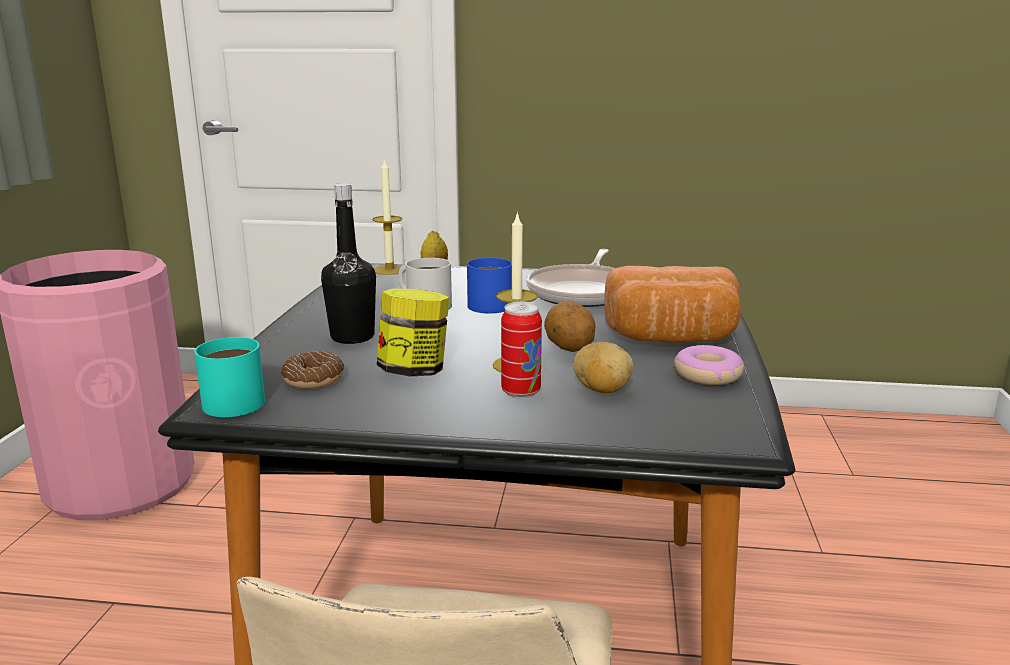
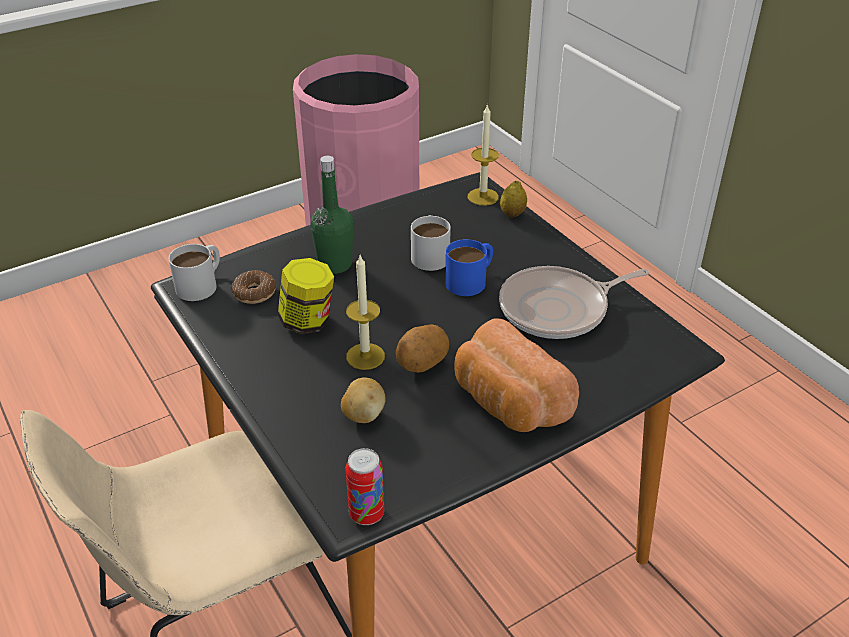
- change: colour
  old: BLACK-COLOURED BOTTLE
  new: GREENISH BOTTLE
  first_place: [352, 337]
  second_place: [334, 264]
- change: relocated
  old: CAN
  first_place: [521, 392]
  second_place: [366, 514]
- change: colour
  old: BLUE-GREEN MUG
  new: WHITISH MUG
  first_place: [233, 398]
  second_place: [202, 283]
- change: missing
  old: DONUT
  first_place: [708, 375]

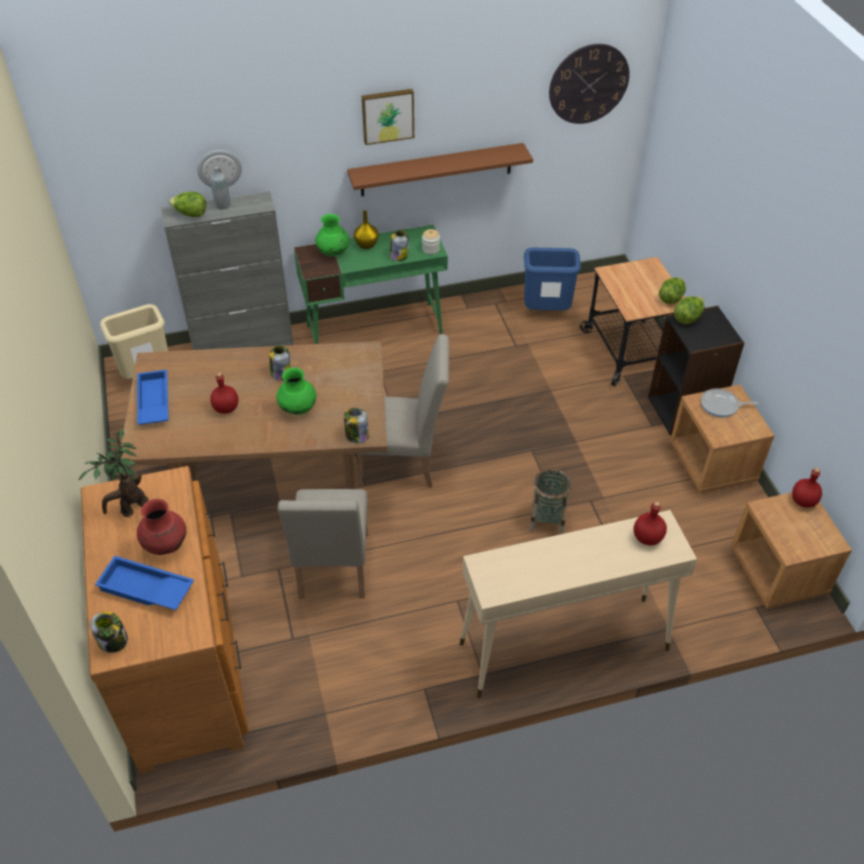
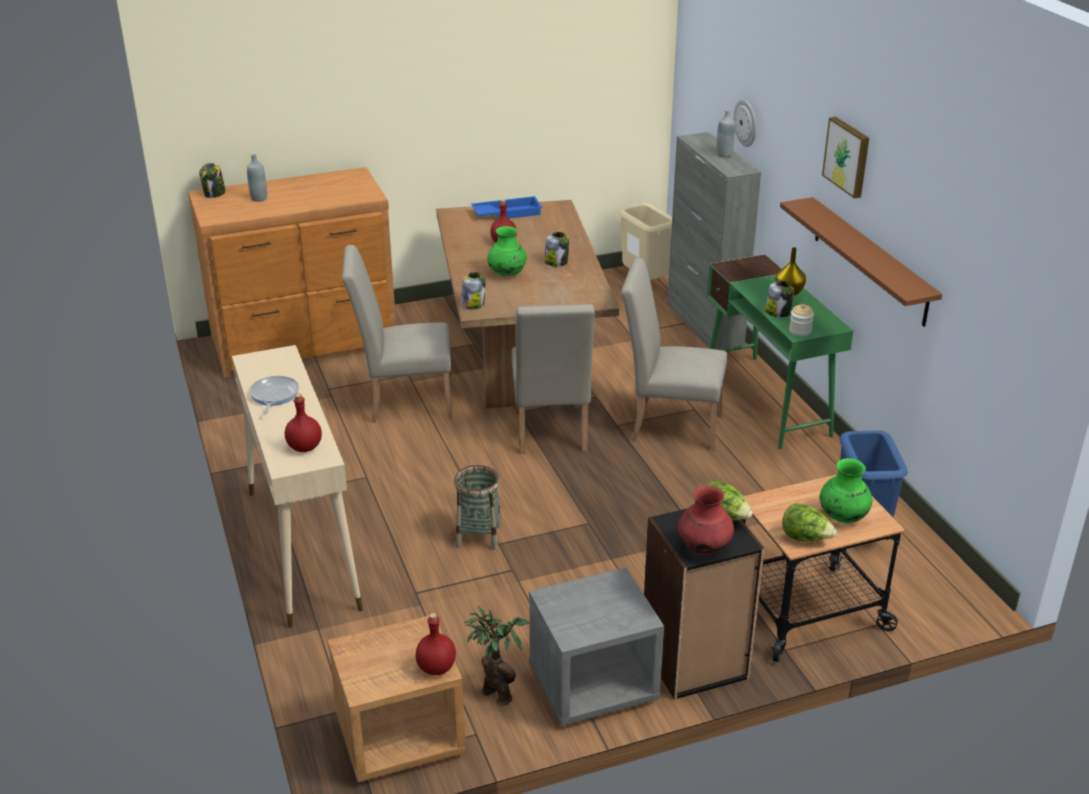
- change: missing
  old: HANGING CLOCK
  first_place: [588, 84]
- change: missing
  old: LETTUCE HEAD
  first_place: [190, 214]
- change: relocated
  old: GREENISH VASE
  first_place: [333, 253]
  second_place: [842, 517]
- change: colour
  old: BROWN-COLOURED NIGHTSTAND
  new: GREYISH NIGHTSTAND
  first_place: [712, 464]
  second_place: [592, 686]
- change: relocated
  old: FRYING PAN
  first_place: [721, 405]
  second_place: [273, 396]
- change: relocated
  old: PLANT IN A POT
  first_place: [130, 508]
  second_place: [495, 692]
- change: relocated
  old: RED VASE
  first_place: [165, 545]
  second_place: [703, 548]
- change: exchanged
  old: BLUISH TRAY
  new: GREYISH BOTTLE
  first_place: [145, 590]
  second_place: [259, 198]
- change: appeared
  new: BEIGE PLAIN CHAIR
  second_place: [669, 425]

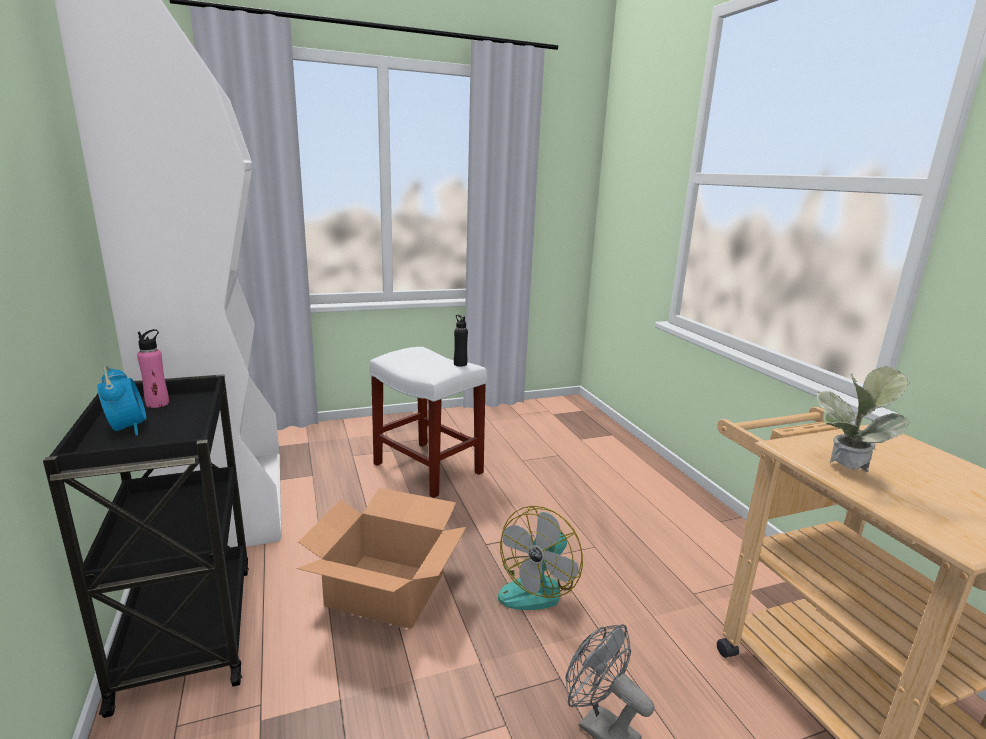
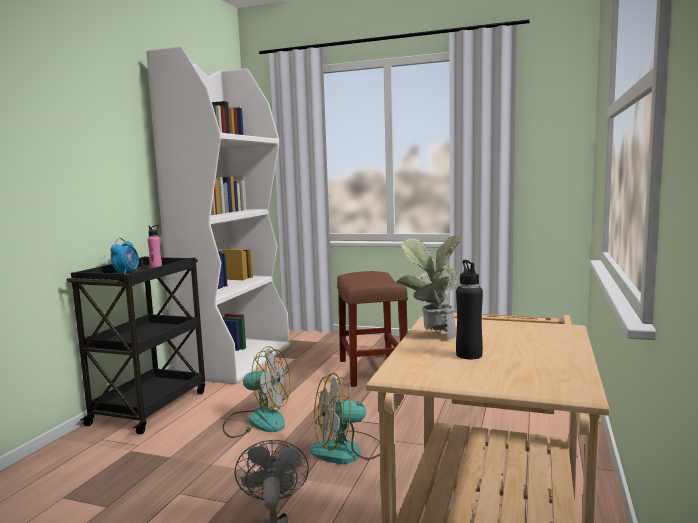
- change: relocated
  old: BLACK-COLOURED BOTTLE
  first_place: [460, 364]
  second_place: [469, 355]
- change: colour
  old: WHITISH SITTING STOOL
  new: BROWN-COLOURED SITTING STOOL
  first_place: [426, 468]
  second_place: [371, 370]
- change: exchanged
  old: CARTON
  new: FAN
  first_place: [386, 588]
  second_place: [257, 421]

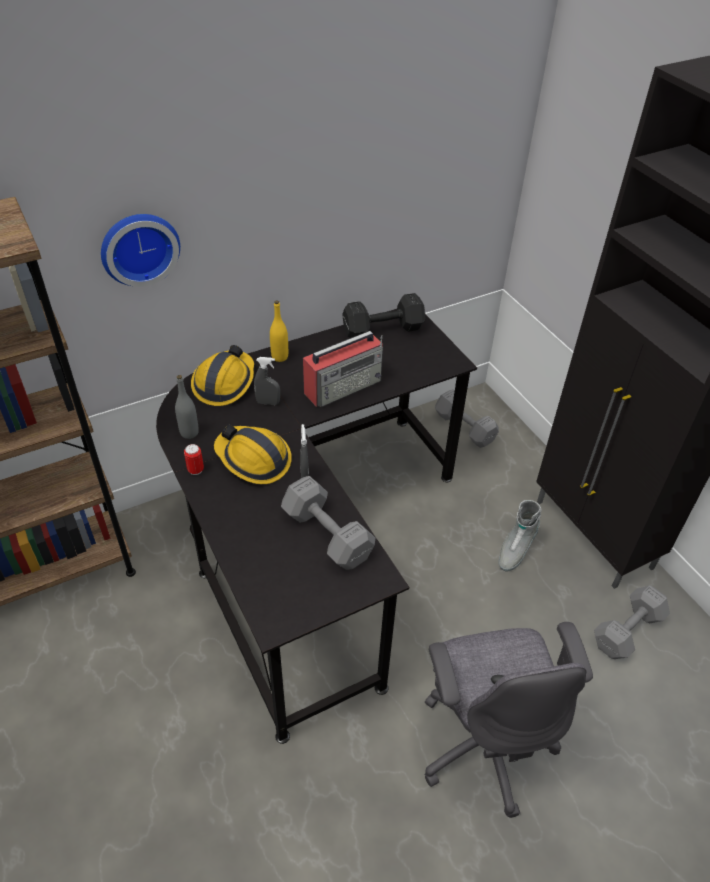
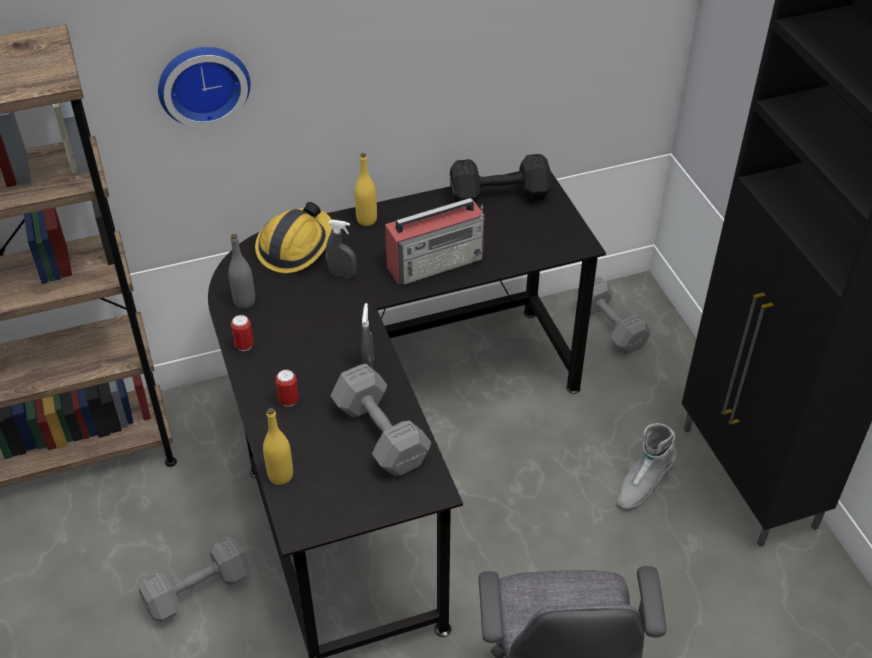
- change: missing
  old: HARD HAT
  first_place: [253, 459]
- change: relocated
  old: GREYISH DUMBBELL
  first_place: [629, 630]
  second_place: [200, 590]
- change: appeared
  new: CAN
  second_place: [289, 400]
- change: appeared
  new: YELLOW BOTTLE
  second_place: [280, 475]

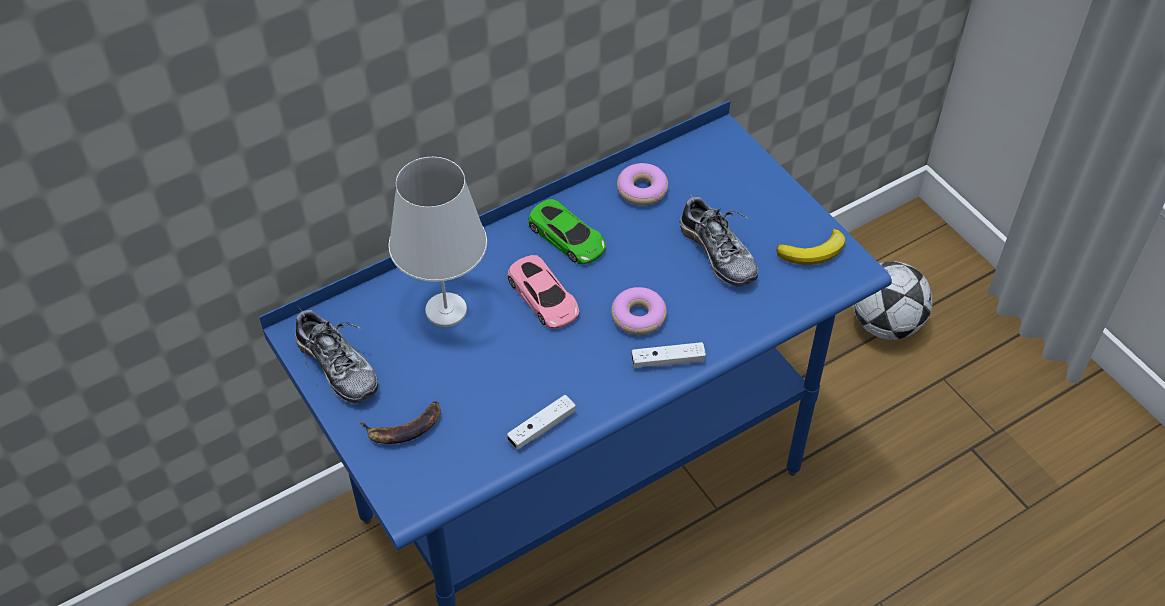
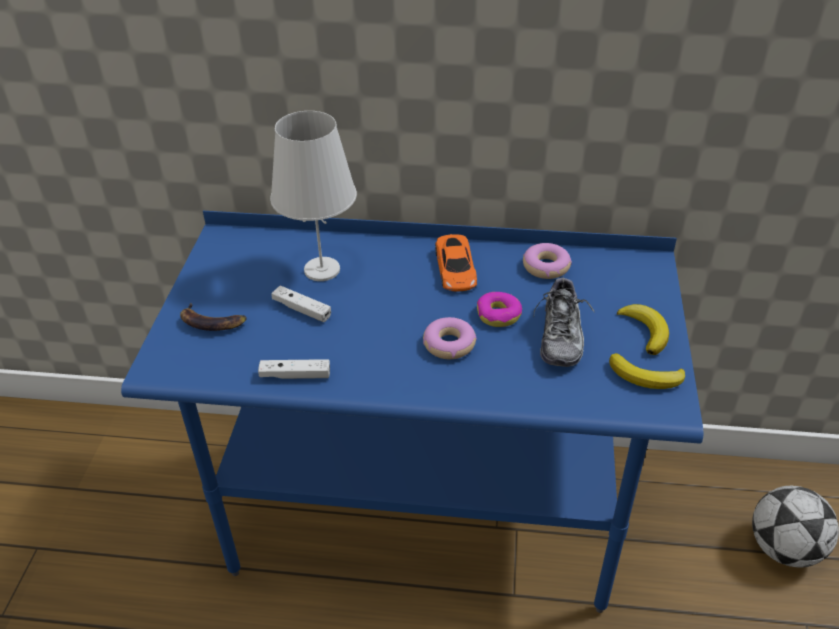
- change: colour
  old: GREENISH MODEL CAR
  new: ORANGE MODEL CAR
  first_place: [567, 237]
  second_place: [455, 269]
- change: missing
  old: PINKISH MODEL CAR
  first_place: [543, 297]
- change: missing
  old: LOW SHOE
  first_place: [337, 367]
- change: relocated
  old: WHITISH GAMEPAD
  first_place: [668, 361]
  second_place: [302, 309]
- change: appeared
  new: DONUT
  second_place: [498, 315]
- change: appeared
  new: WHOLE BANANA
  second_place: [645, 331]

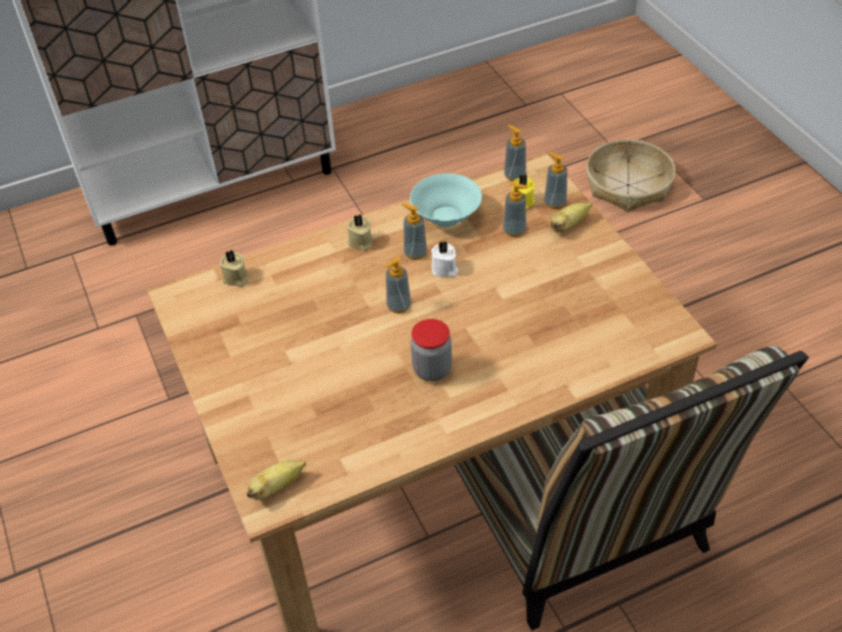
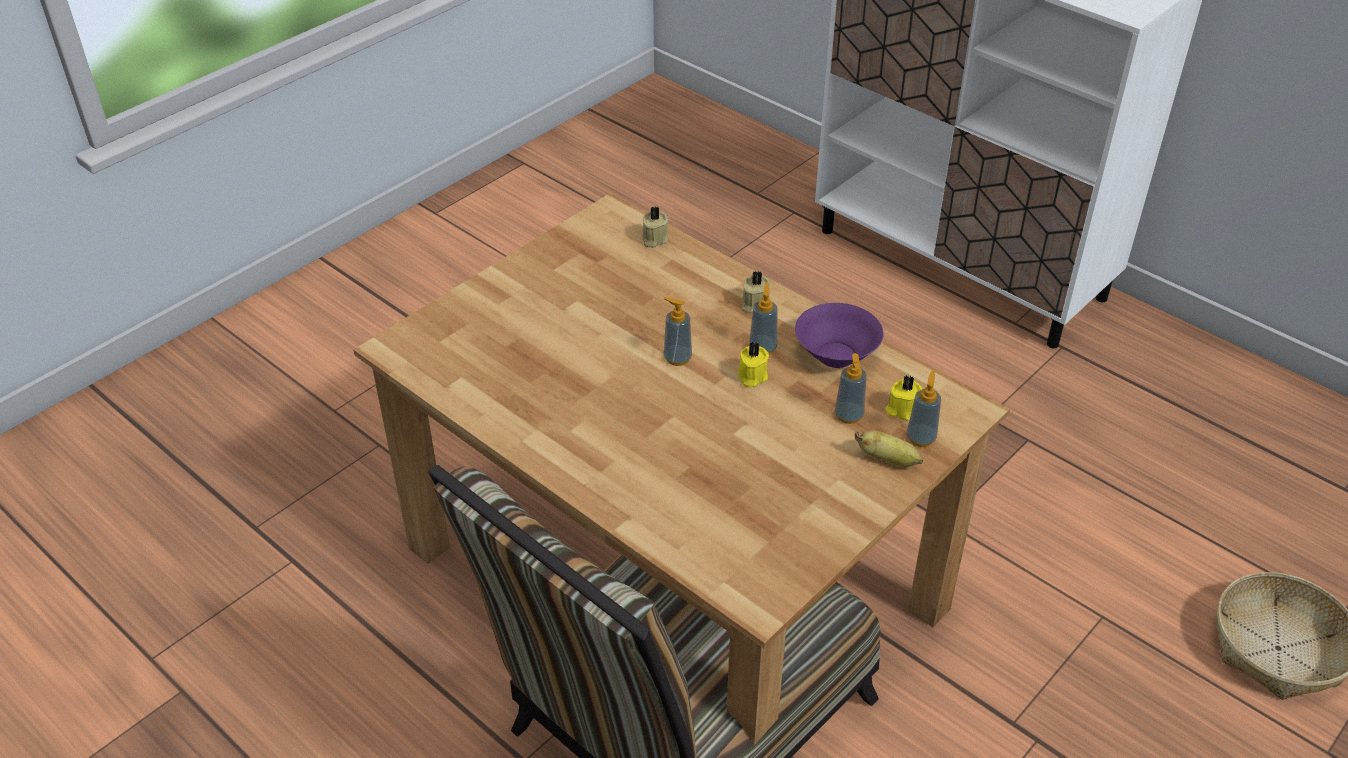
- change: missing
  old: SOAP DISPENSER
  first_place: [514, 176]
- change: colour
  old: BLUE-GREEN DEEP DISH
  new: PURPLISH DEEP DISH
  first_place: [445, 216]
  second_place: [835, 354]
- change: colour
  old: WHITISH WAX CANDLE
  new: YELLOW WAX CANDLE
  first_place: [444, 269]
  second_place: [751, 376]
- change: missing
  old: JAR
  first_place: [432, 369]
- change: missing
  old: WHOLE BANANA
  first_place: [277, 486]

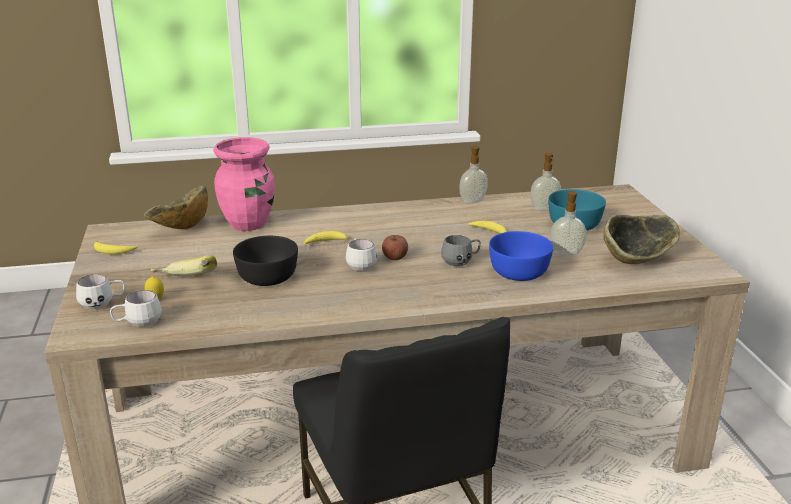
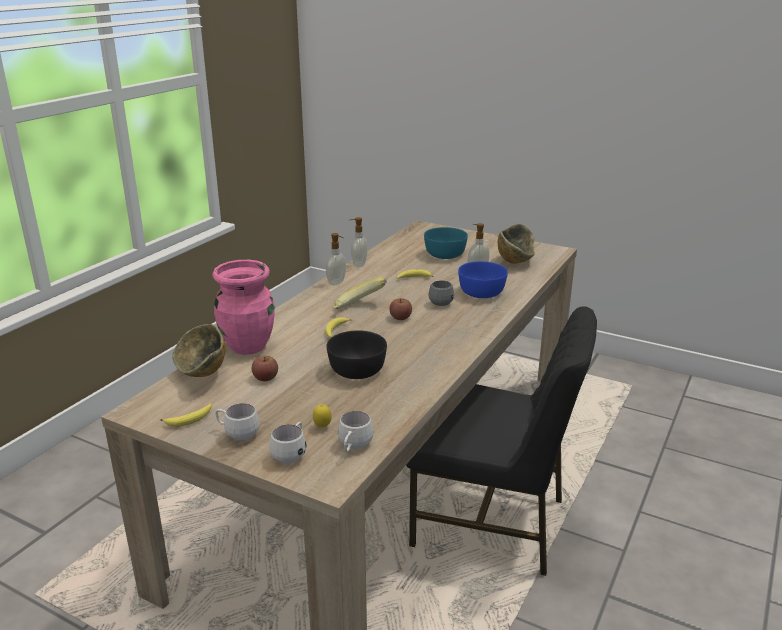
- change: relocated
  old: SOAP DISPENSER
  first_place: [544, 209]
  second_place: [337, 282]
- change: relocated
  old: WHITISH MUG
  first_place: [360, 265]
  second_place: [237, 434]
- change: relocated
  old: WHOLE BANANA
  first_place: [185, 284]
  second_place: [358, 308]
- change: appeared
  new: APPLE FRUIT
  second_place: [265, 378]

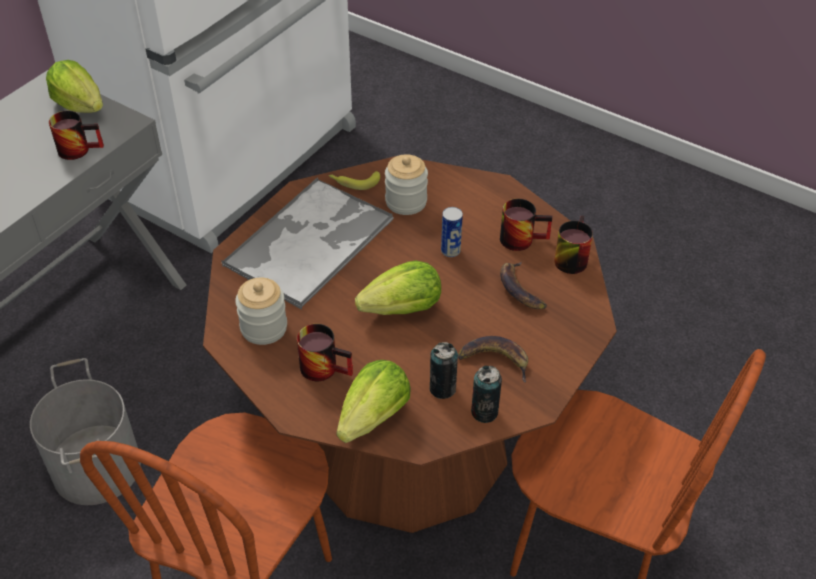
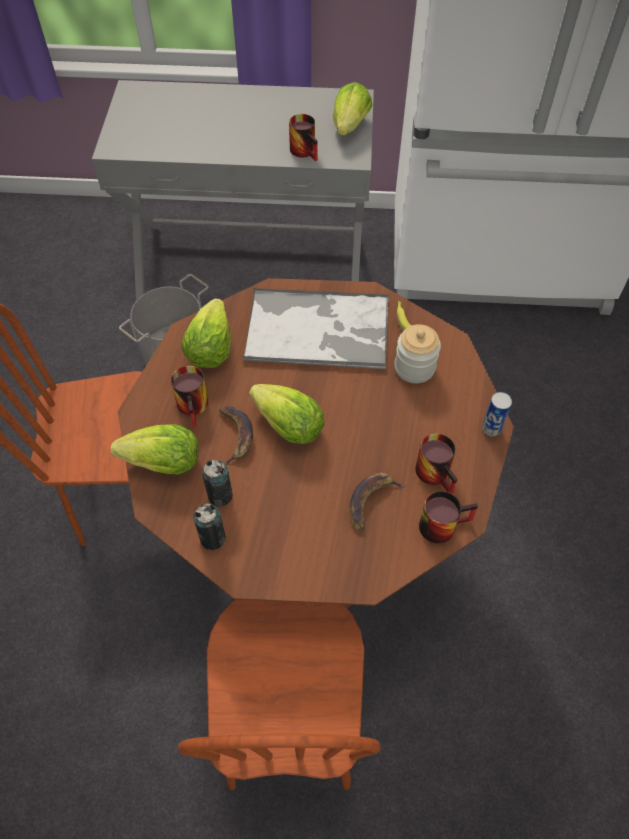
- change: relocated
  old: CAN
  first_place: [450, 251]
  second_place: [491, 429]
- change: exchanged
  old: JAR
  new: LETTUCE HEAD
  first_place: [264, 328]
  second_place: [210, 349]
- change: relocated
  old: WHOLE BANANA
  first_place: [495, 360]
  second_place: [236, 435]

